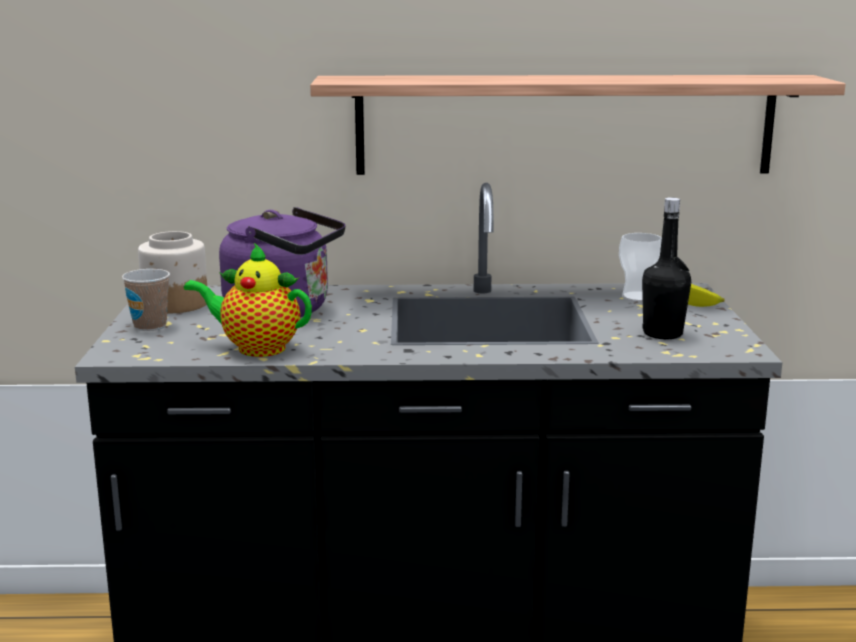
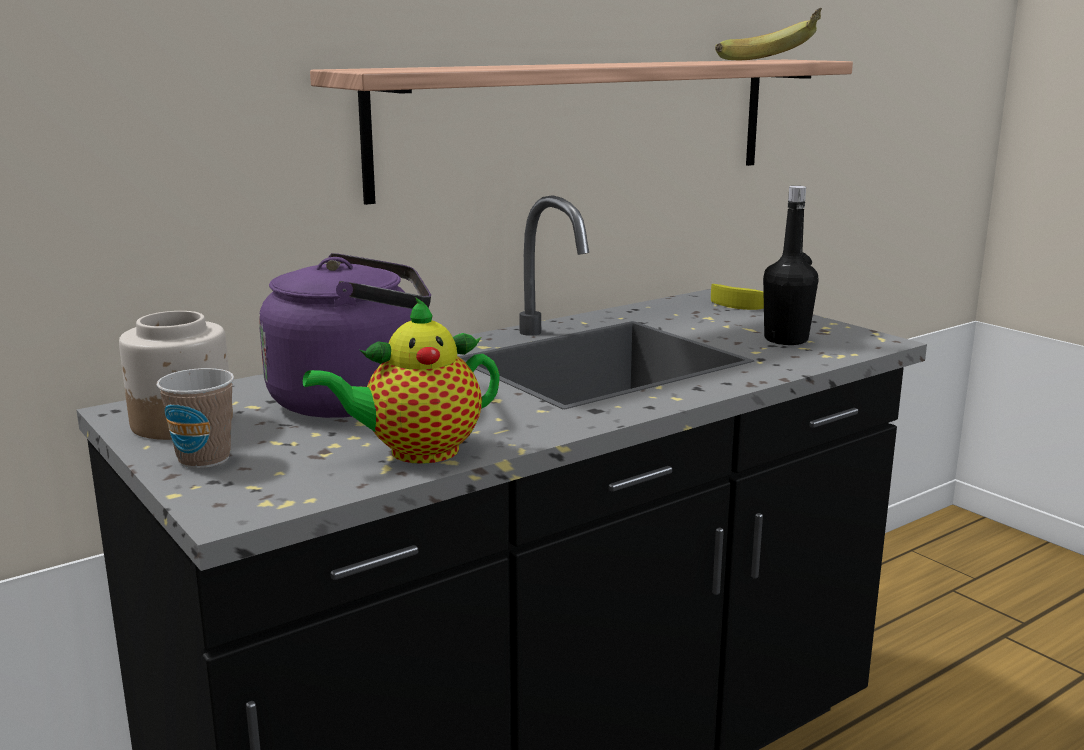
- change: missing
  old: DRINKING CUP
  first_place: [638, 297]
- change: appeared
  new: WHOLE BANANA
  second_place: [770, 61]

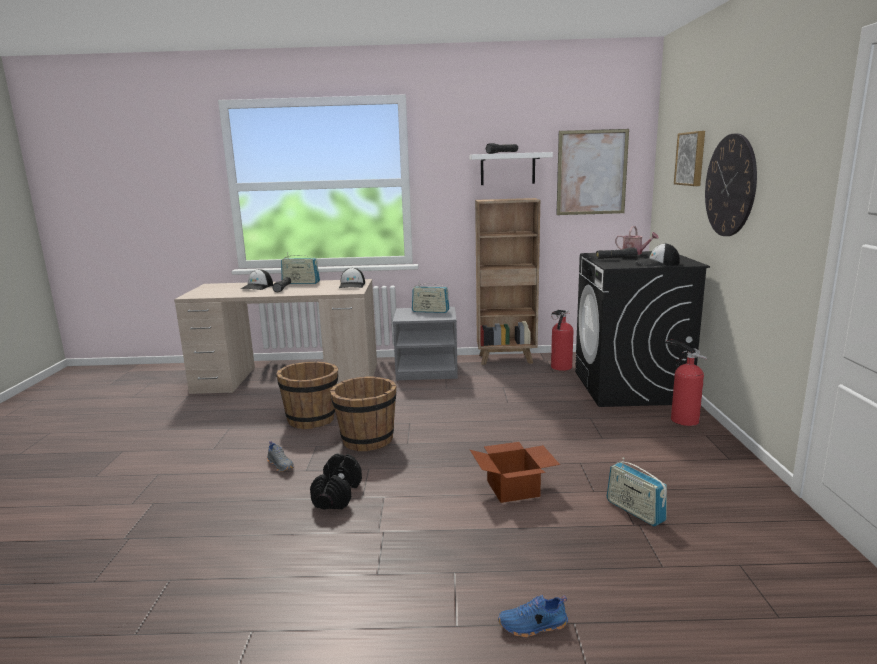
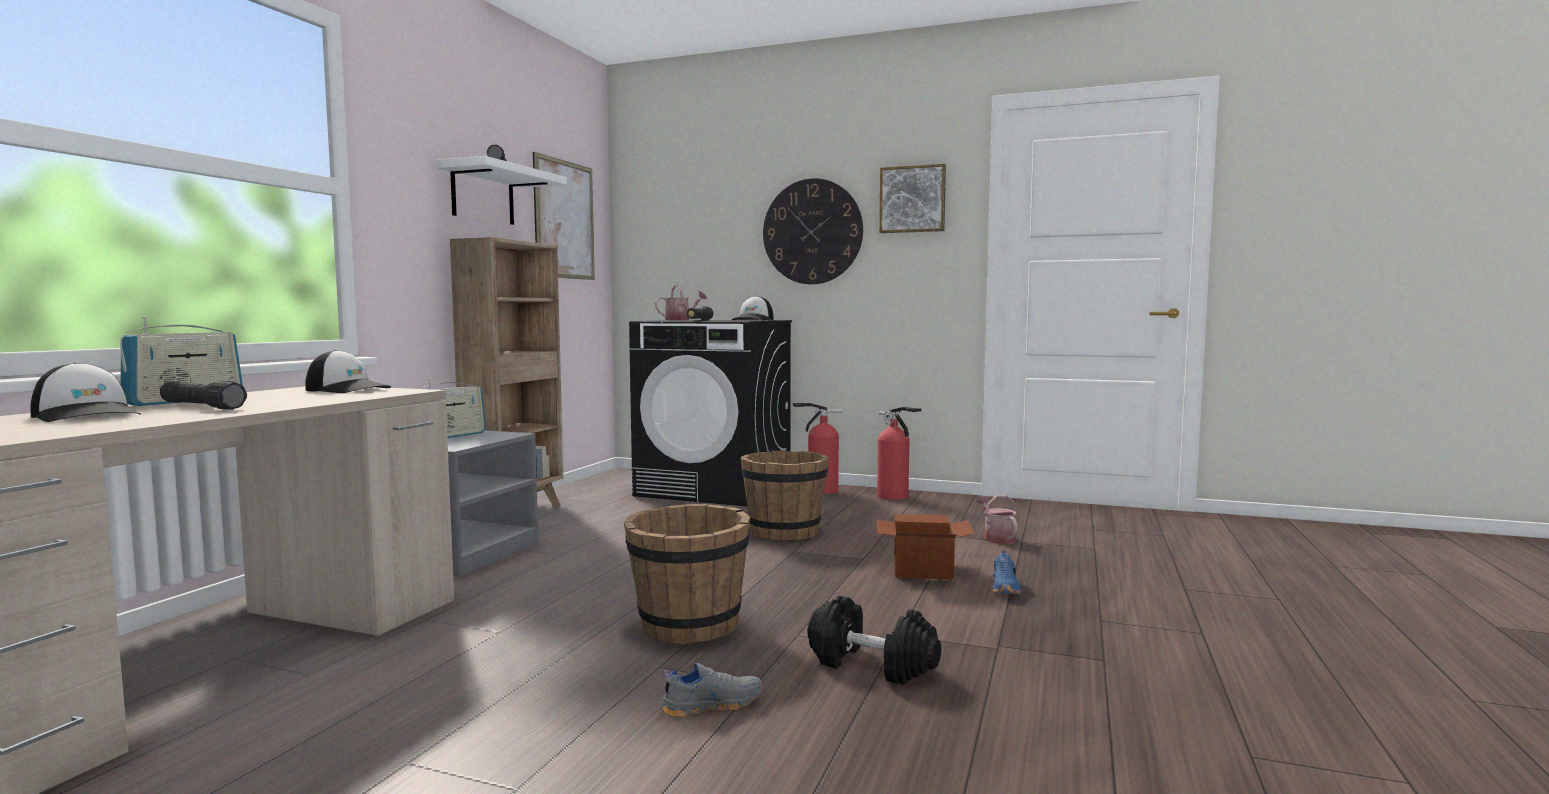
- change: relocated
  old: WALL ART
  first_place: [691, 158]
  second_place: [912, 199]
- change: relocated
  old: FIRE EXTINGUISHER
  first_place: [560, 367]
  second_place: [895, 497]
- change: relocated
  old: BROWN-COLOURED BUCKET
  first_place: [312, 419]
  second_place: [784, 532]
- change: exchanged
  old: RADIO SET
  new: WATERING CAN
  first_place: [635, 511]
  second_place: [997, 538]
- change: relocated
  old: BLUISH LOW SHOE
  first_place: [533, 626]
  second_place: [1006, 588]

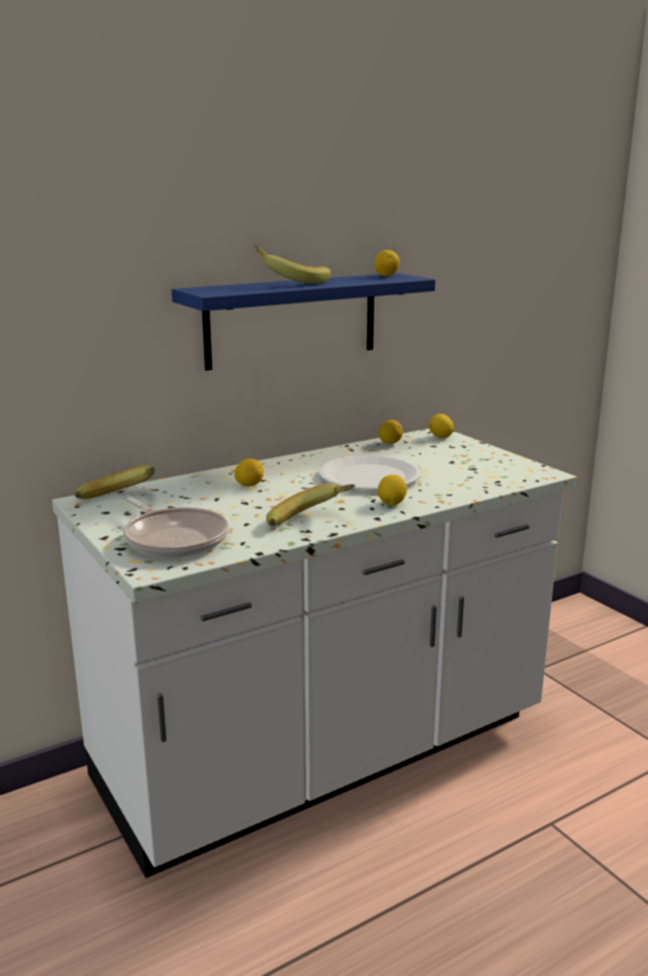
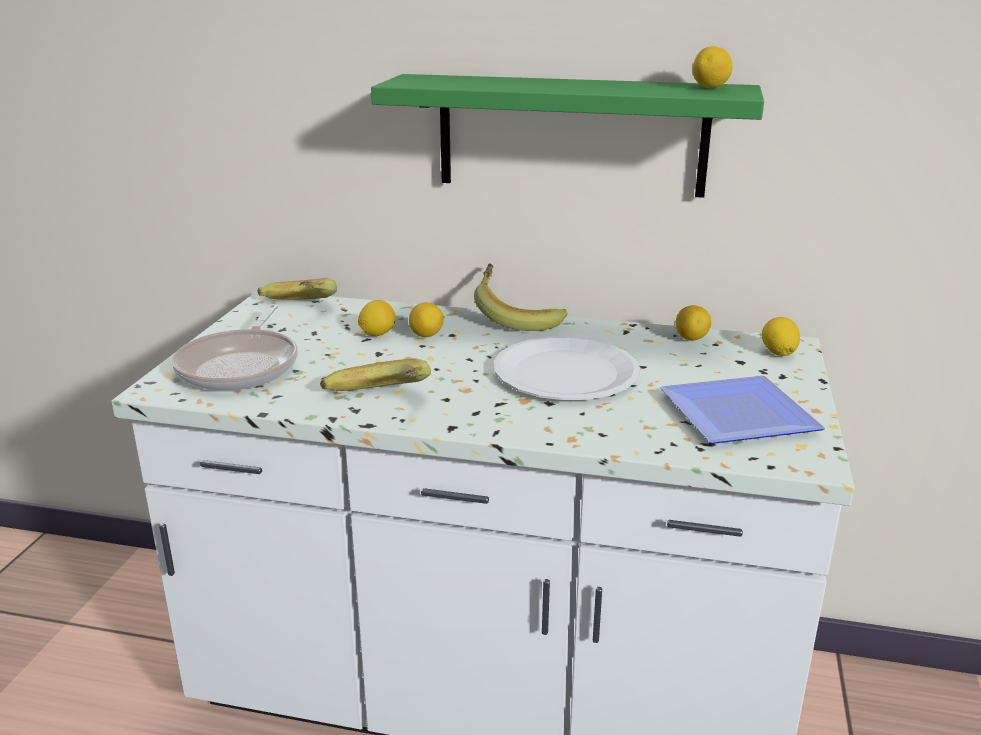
- change: relocated
  old: WHOLE BANANA
  first_place: [291, 282]
  second_place: [517, 318]
- change: colour
  old: BLUISH WALL SHELF
  new: GREENISH WALL SHELF
  first_place: [292, 320]
  second_place: [571, 135]
- change: relocated
  old: CITRUS FRUIT
  first_place: [391, 503]
  second_place: [377, 334]
- change: appeared
  new: PLATE
  second_place: [736, 417]

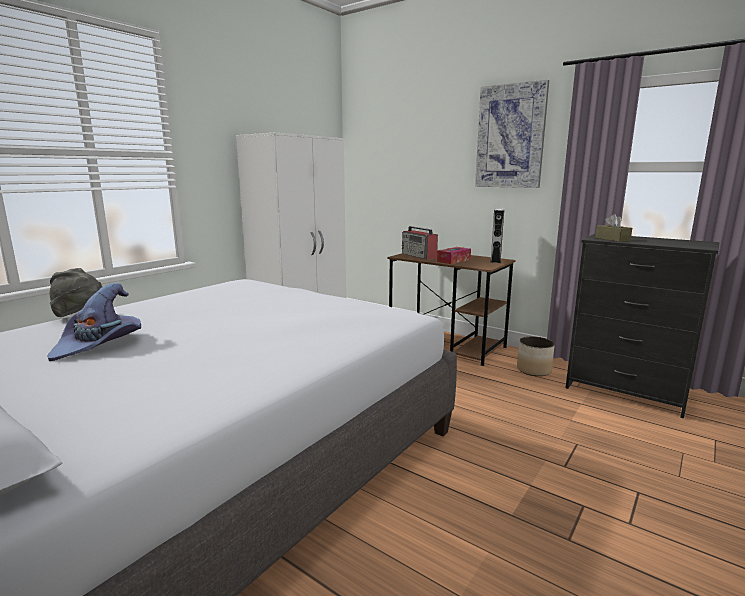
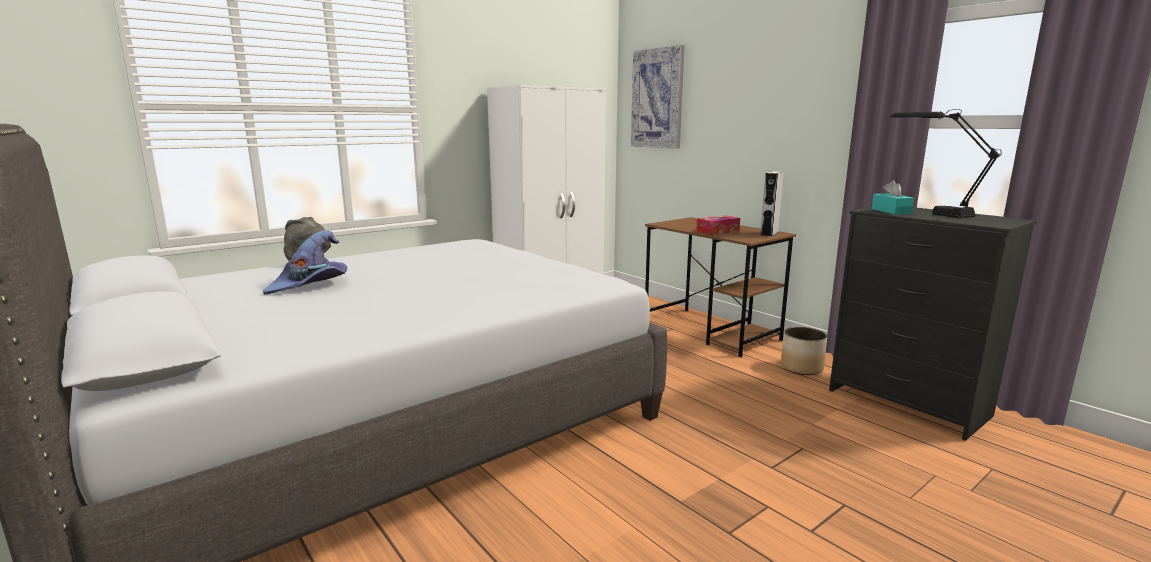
- change: relocated
  old: WALL ART
  first_place: [510, 137]
  second_place: [657, 98]
- change: colour
  old: BROWN-COLOURED TISSUE BOX
  new: BLUE-GREEN TISSUE BOX
  first_place: [612, 239]
  second_place: [891, 211]
- change: missing
  old: RADIO SET
  first_place: [419, 256]
- change: appeared
  new: BLACK-COLOURED LAMP FOR A TABLE
  second_place: [929, 211]

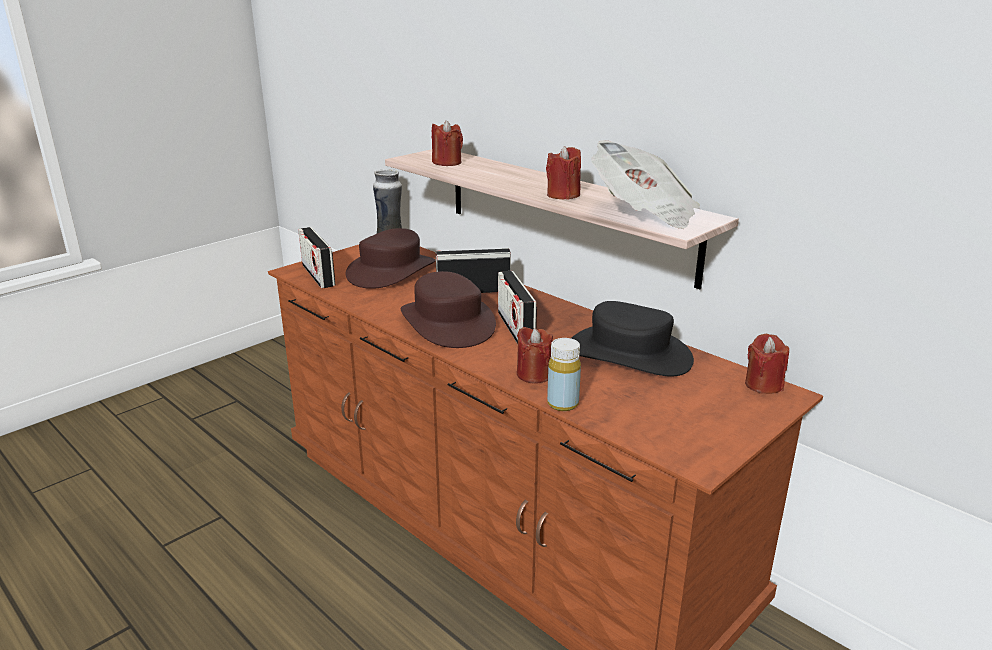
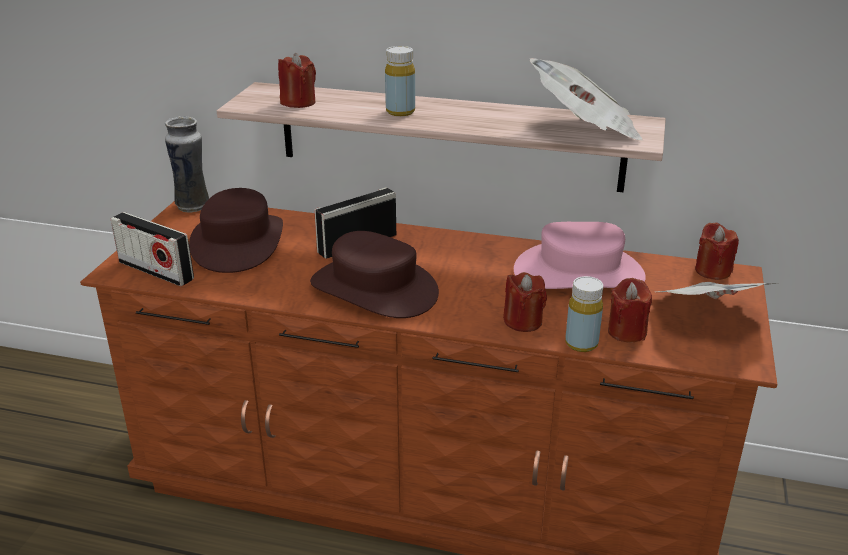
- change: relocated
  old: RED WAX CANDLE
  first_place: [563, 195]
  second_place: [627, 332]
- change: missing
  old: RADIO SET
  first_place: [516, 328]
- change: colour
  old: BLACK-COLOURED CLOTHING HAT
  new: PINKISH CLOTHING HAT
  first_place: [629, 354]
  second_place: [579, 273]
- change: appeared
  new: YELLOW BOTTLE
  second_place: [400, 112]
- change: appeared
  new: NEWSPAPER
  second_place: [708, 314]

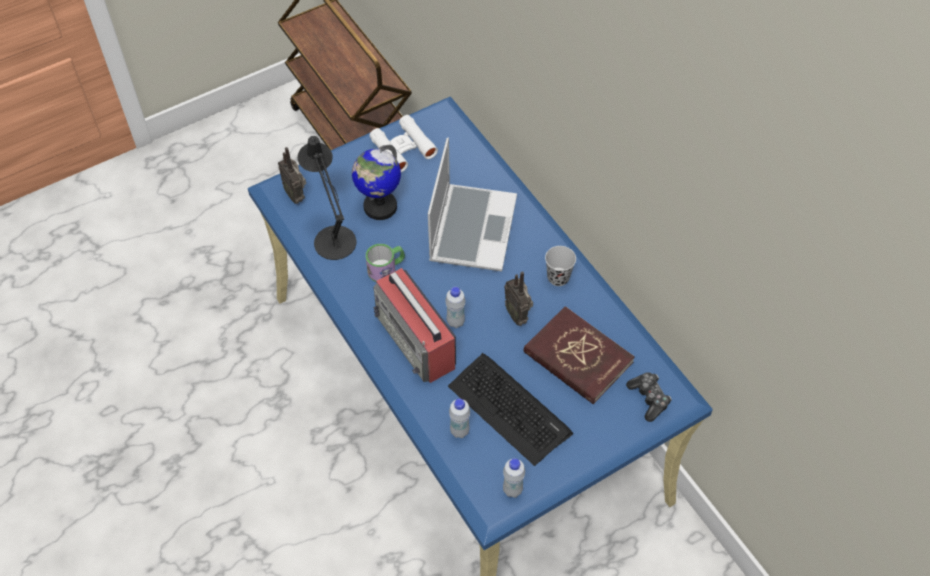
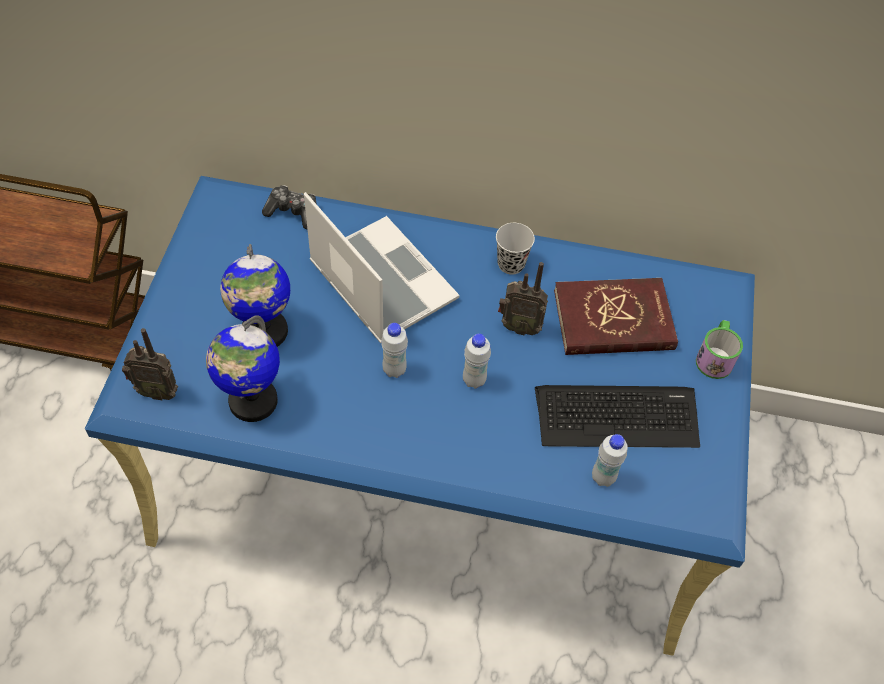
- change: missing
  old: WHITISH PAIR OF BINOCULARS
  first_place: [403, 148]
- change: exchanged
  old: BLACK-COLOURED LAMP FOR A TABLE
  new: GLOBE
  first_place: [333, 237]
  second_place: [252, 401]
- change: relocated
  old: MUG
  first_place: [386, 269]
  second_place: [715, 357]
- change: missing
  old: RADIO SET
  first_place: [416, 342]
- change: relocated
  old: GAMEPAD
  first_place: [649, 398]
  second_place: [293, 212]
- change: relocated
  old: WHITISH BOTTLE
  first_place: [512, 490]
  second_place: [394, 370]

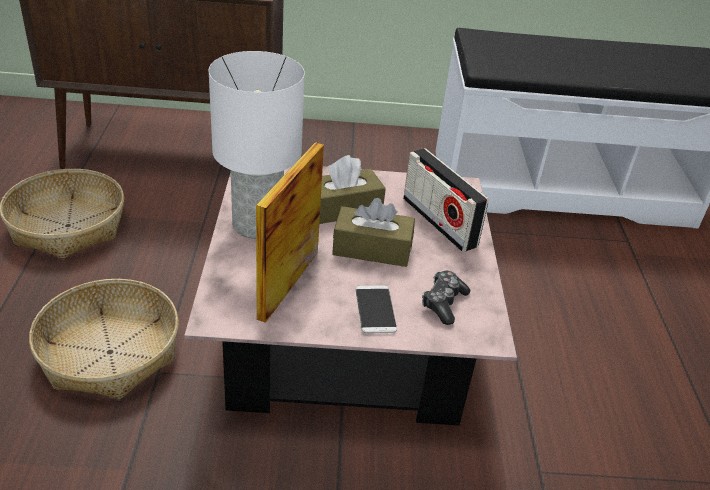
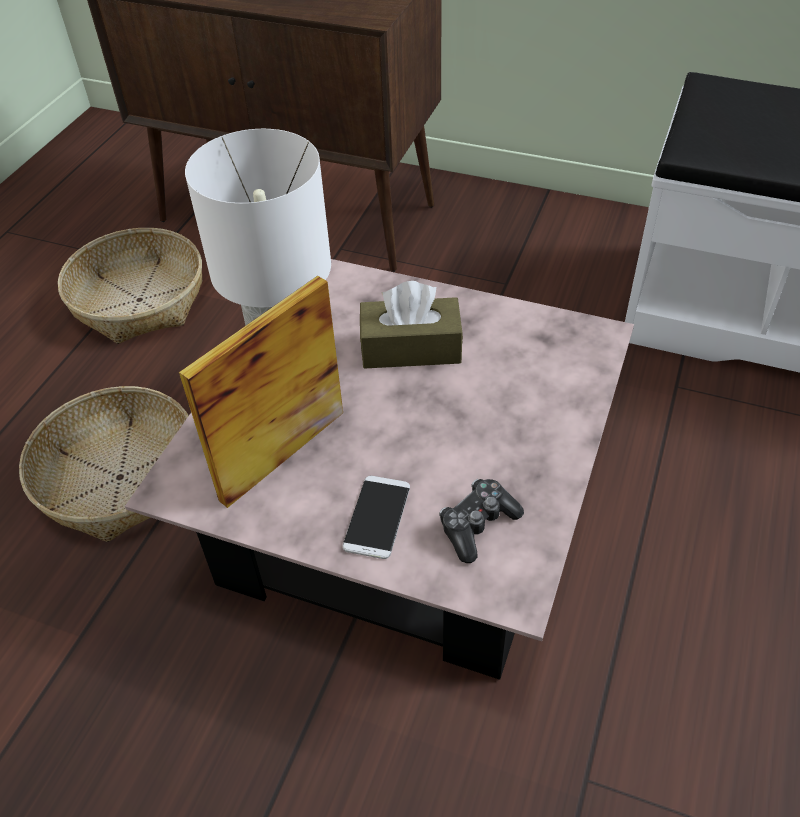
- change: missing
  old: RADIO SET
  first_place: [439, 222]
- change: missing
  old: BROWN-COLOURED TISSUE BOX
  first_place: [372, 249]

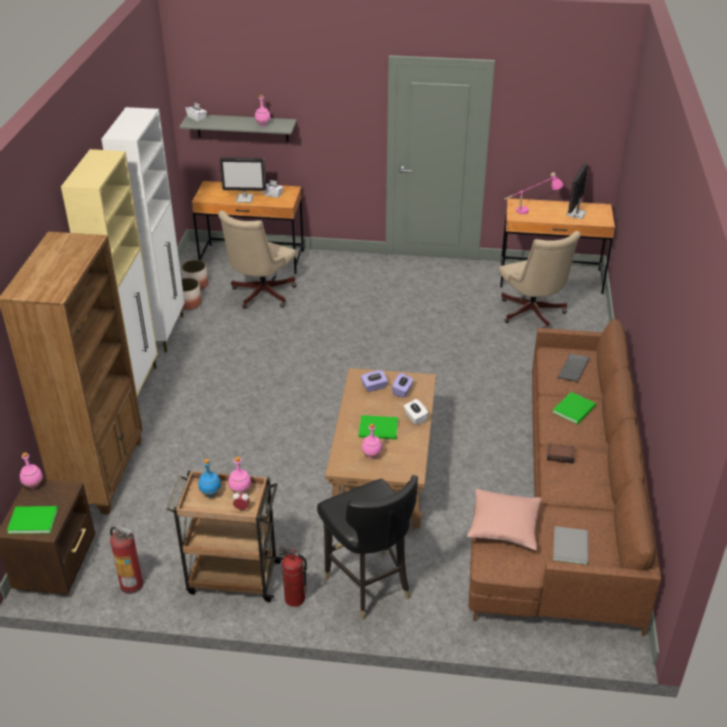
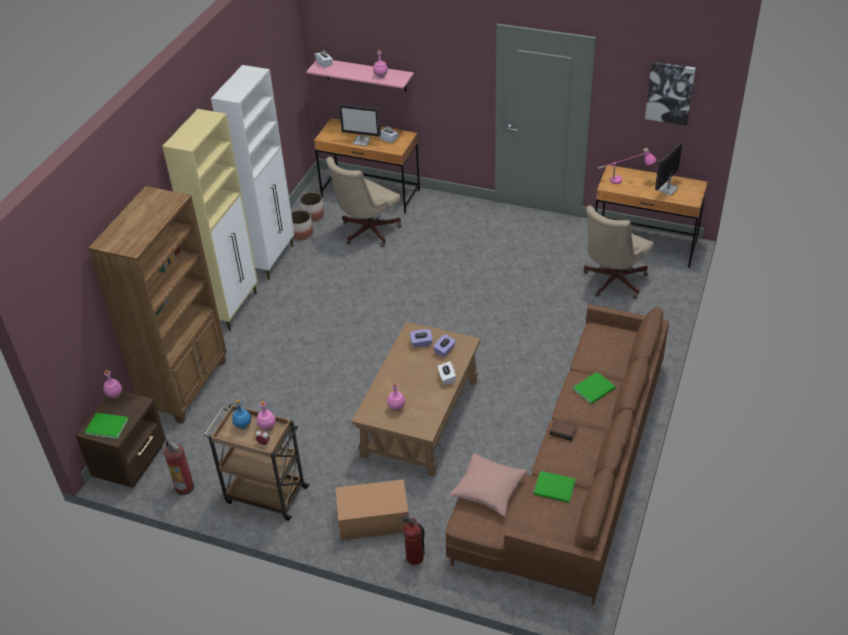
- change: colour
  old: GREYISH WALL SHELF
  new: PINKISH WALL SHELF
  first_place: [242, 127]
  second_place: [366, 75]
- change: spun
  old: BEIGE DESK CHAIR
  first_place: [533, 315]
  second_place: [612, 282]
  degrees: 45
- change: missing
  old: PC KEYBOARD
  first_place: [574, 369]
- change: relocated
  old: GREENISH VOLUME
  first_place: [379, 429]
  second_place: [555, 489]
- change: exchanged
  old: BLACK-COLOURED PLAIN CHAIR
  new: CARTON
  first_place: [368, 585]
  second_place: [373, 519]
- change: missing
  old: GREYISH VOLUME
  first_place: [571, 545]
- change: relocated
  old: FIRE EXTINGUISHER
  first_place: [294, 599]
  second_place: [414, 558]
- change: appeared
  new: WALL ART
  second_place: [670, 92]

